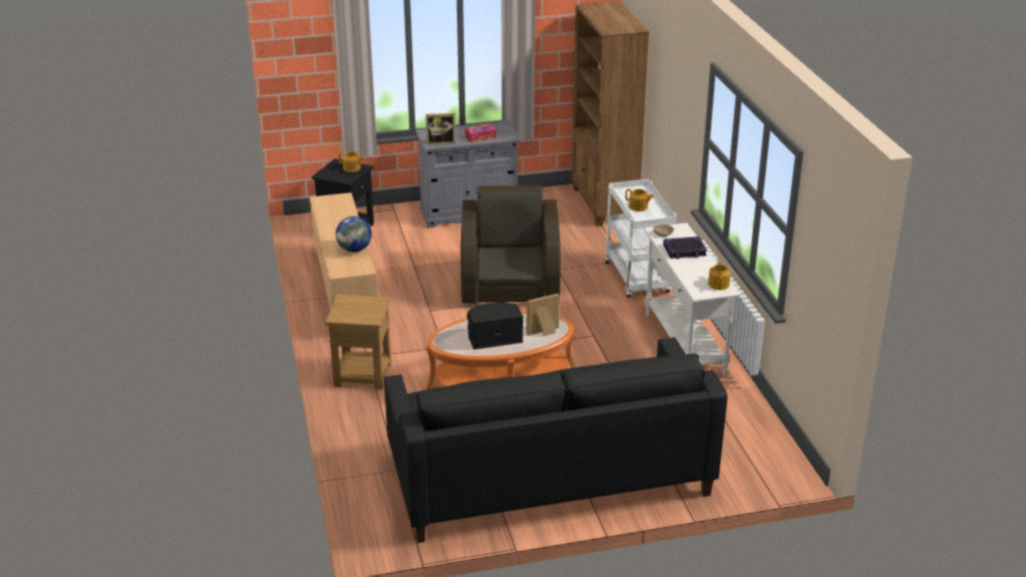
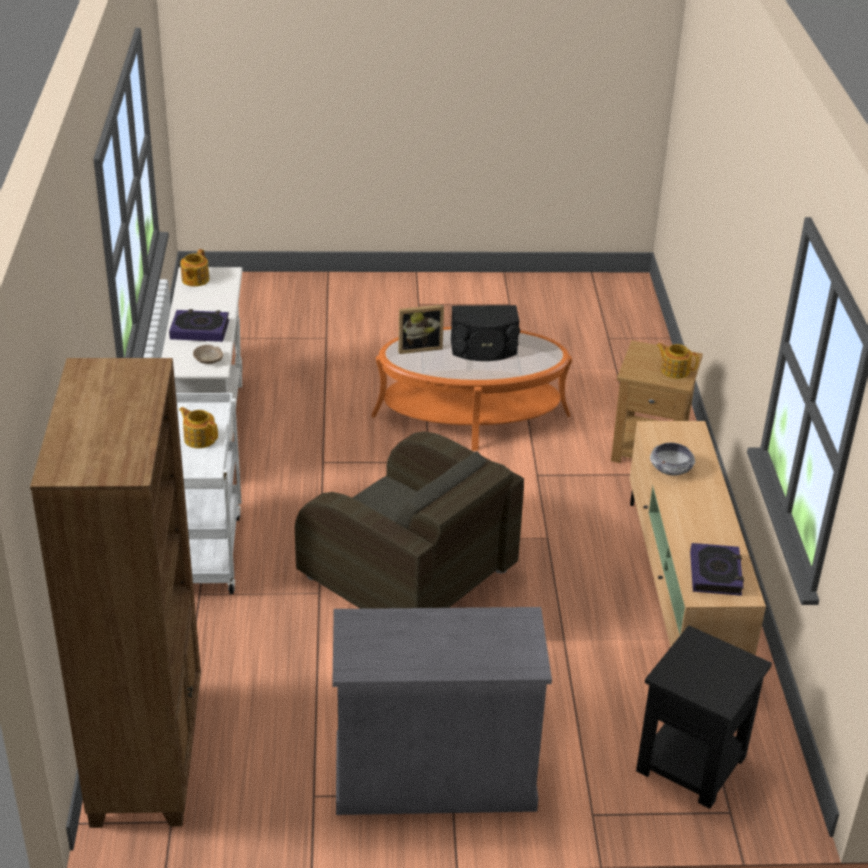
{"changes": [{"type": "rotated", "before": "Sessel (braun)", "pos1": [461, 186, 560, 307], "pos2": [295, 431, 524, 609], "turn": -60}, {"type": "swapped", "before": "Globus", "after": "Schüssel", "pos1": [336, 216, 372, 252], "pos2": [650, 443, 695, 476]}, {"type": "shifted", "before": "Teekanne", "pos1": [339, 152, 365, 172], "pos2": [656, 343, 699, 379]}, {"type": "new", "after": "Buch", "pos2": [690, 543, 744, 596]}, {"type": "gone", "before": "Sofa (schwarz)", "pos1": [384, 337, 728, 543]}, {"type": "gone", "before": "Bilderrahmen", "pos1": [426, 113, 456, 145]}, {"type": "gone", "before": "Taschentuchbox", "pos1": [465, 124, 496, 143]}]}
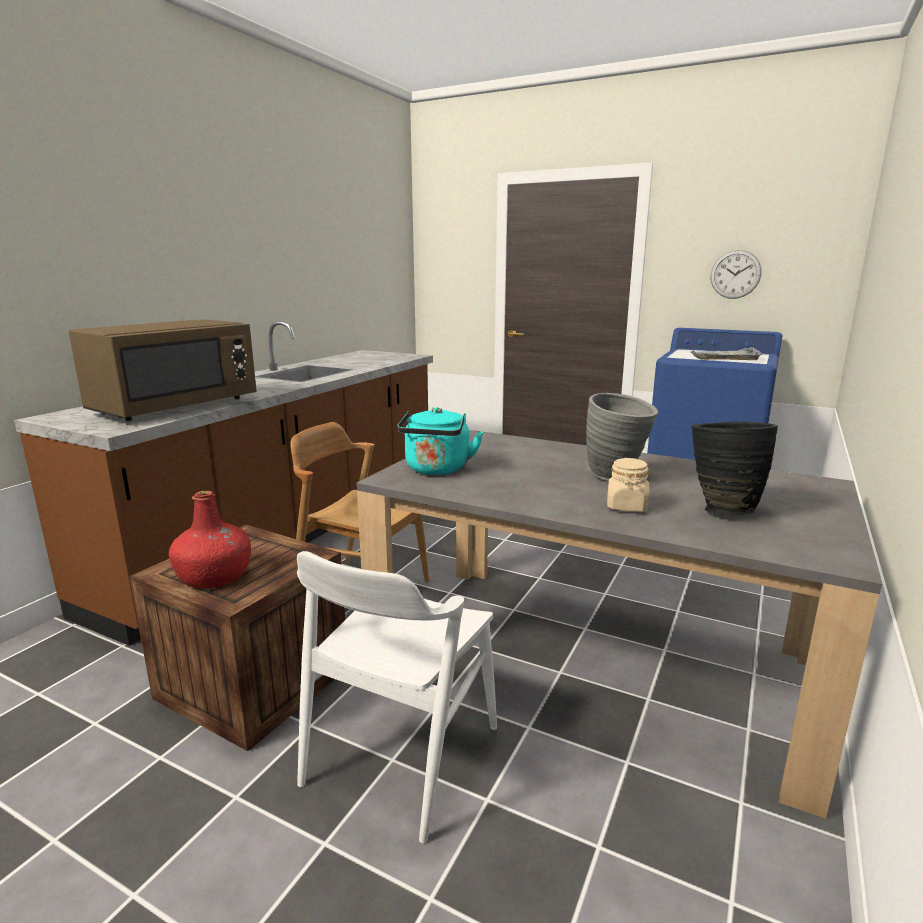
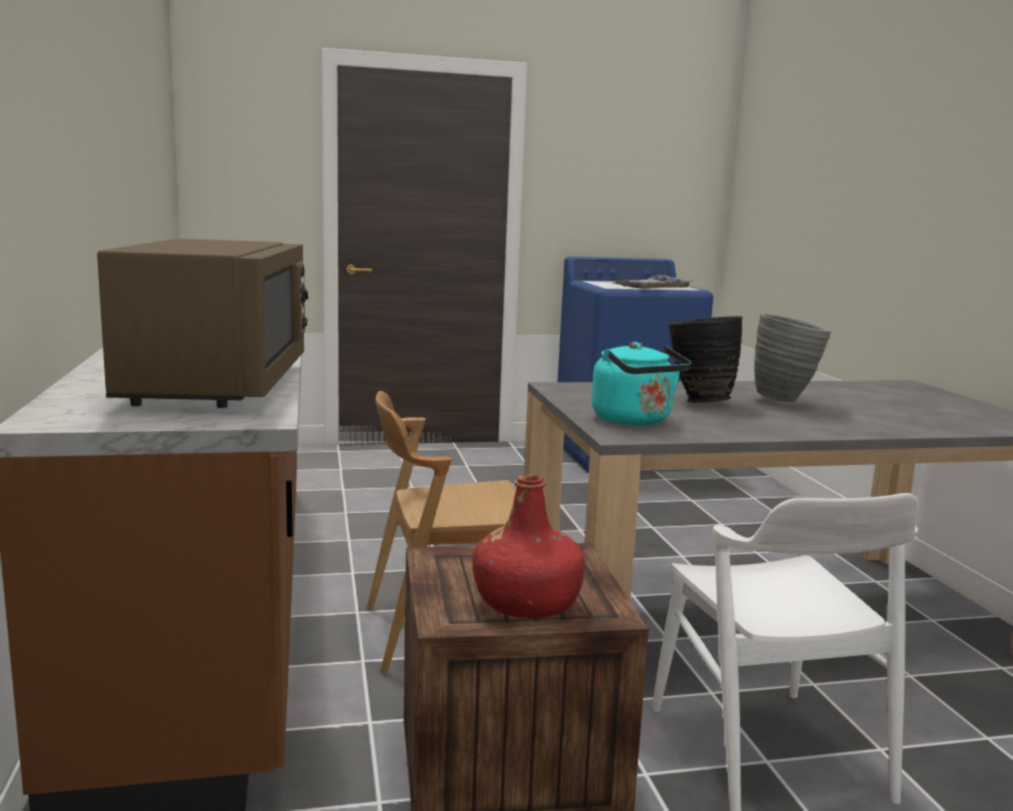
{"changes": [{"type": "shifted", "before": "Vase (schwarz)", "pos1": [692, 421, 778, 515], "pos2": [668, 316, 742, 403]}, {"type": "gone", "before": "Vorratsglas (beige)", "pos1": [607, 458, 649, 512]}, {"type": "gone", "before": "Wanduhr", "pos1": [710, 250, 762, 299]}]}
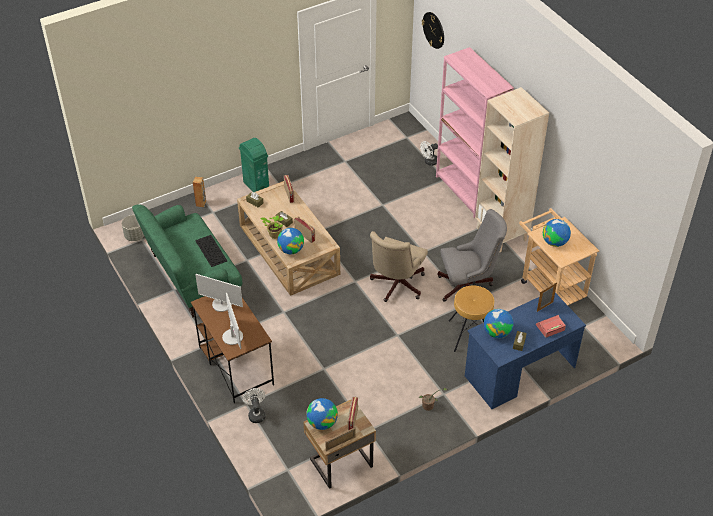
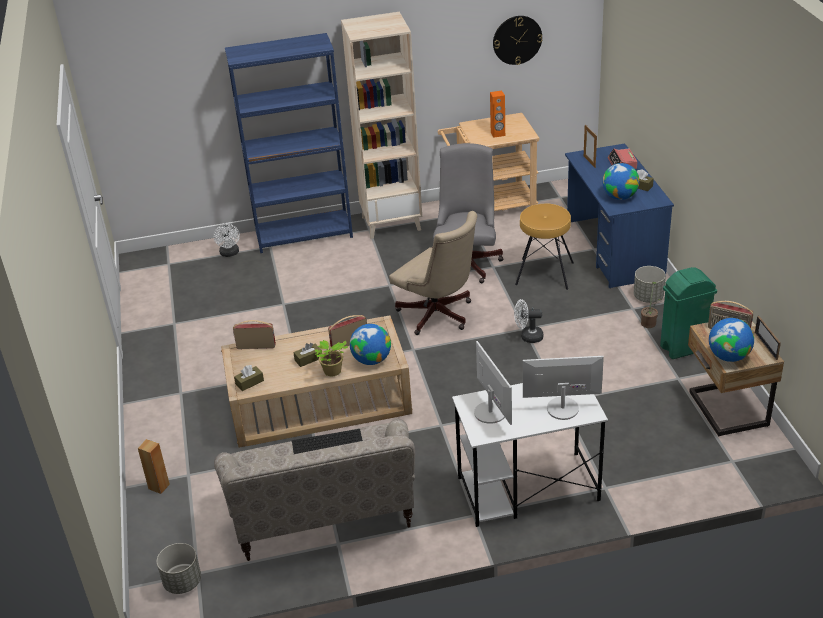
{"changes": [{"type": "repainted", "before": "Sofa (grün)", "after": "Sofa (beige)", "pos1": [132, 205, 243, 317], "pos2": [214, 419, 415, 561]}, {"type": "repainted", "before": "Bücherregal (rosa)", "after": "Bücherregal (blau)", "pos1": [436, 47, 514, 218], "pos2": [225, 33, 353, 253]}, {"type": "repainted", "before": "Schreibtisch (braun)", "after": "Schreibtisch (weiß)", "pos1": [191, 296, 274, 403], "pos2": [452, 383, 608, 527]}, {"type": "rotated", "before": "Monitor", "pos1": [195, 274, 243, 312], "pos2": [474, 341, 512, 425], "turn": -60}, {"type": "swapped", "before": "Globus", "after": "Lautsprecher (orange)", "pos1": [543, 219, 571, 247], "pos2": [490, 91, 505, 138]}, {"type": "shifted", "before": "Wanduhr", "pos1": [422, 12, 444, 49], "pos2": [493, 16, 542, 65]}, {"type": "shifted", "before": "Ventilator (weiß)", "pos1": [243, 388, 266, 423], "pos2": [514, 299, 543, 343]}, {"type": "new", "after": "Pflanzkübel (grau)", "pos2": [634, 266, 666, 303]}, {"type": "shifted", "before": "Mülleimer (grün)", "pos1": [239, 138, 269, 192], "pos2": [660, 267, 717, 359]}]}
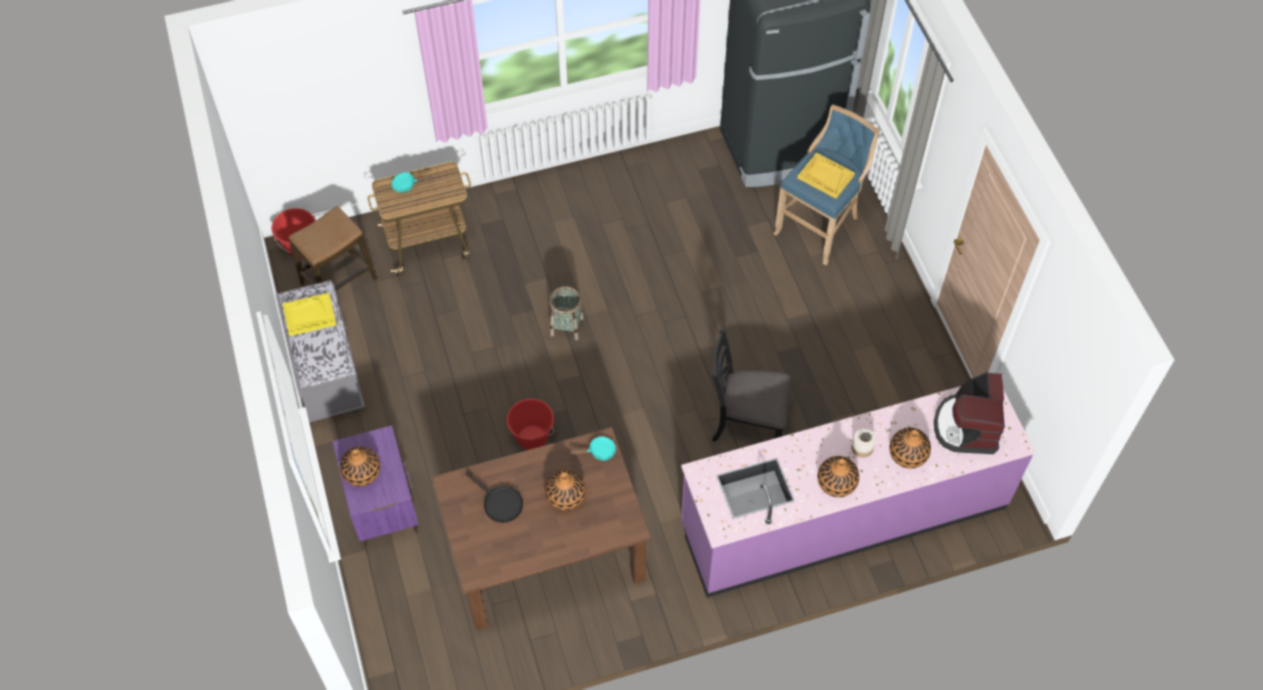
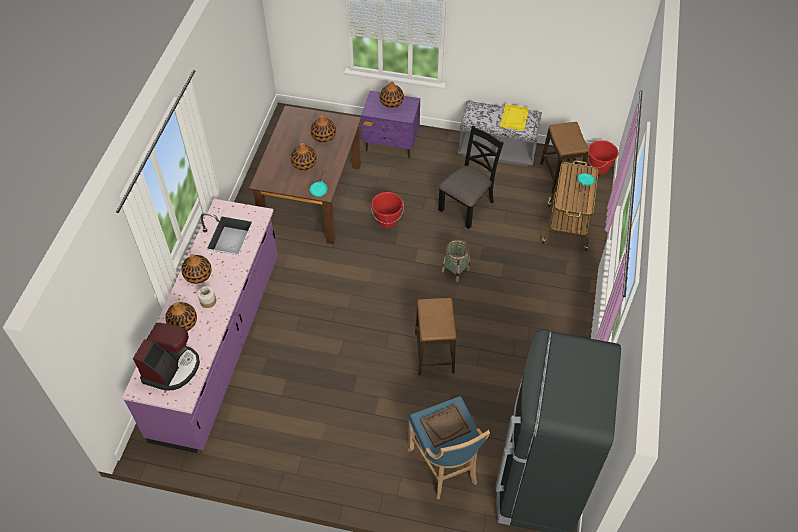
{"changes": [{"type": "rotated", "before": "Kaffeemaschine", "pos1": [934, 372, 1005, 454], "pos2": [133, 323, 200, 391], "turn": 75}, {"type": "swapped", "before": "Pfanne (schwarz)", "after": "Vase", "pos1": [466, 471, 523, 523], "pos2": [311, 115, 336, 143]}, {"type": "new", "after": "Hocker", "pos2": [415, 298, 456, 375]}, {"type": "repainted", "before": "Tablett (gelb)", "after": "Tablett (braun)", "pos1": [797, 153, 855, 199], "pos2": [420, 404, 471, 448]}, {"type": "shifted", "before": "Stuhl (schwarz)", "pos1": [712, 329, 792, 442], "pos2": [438, 126, 504, 229]}]}
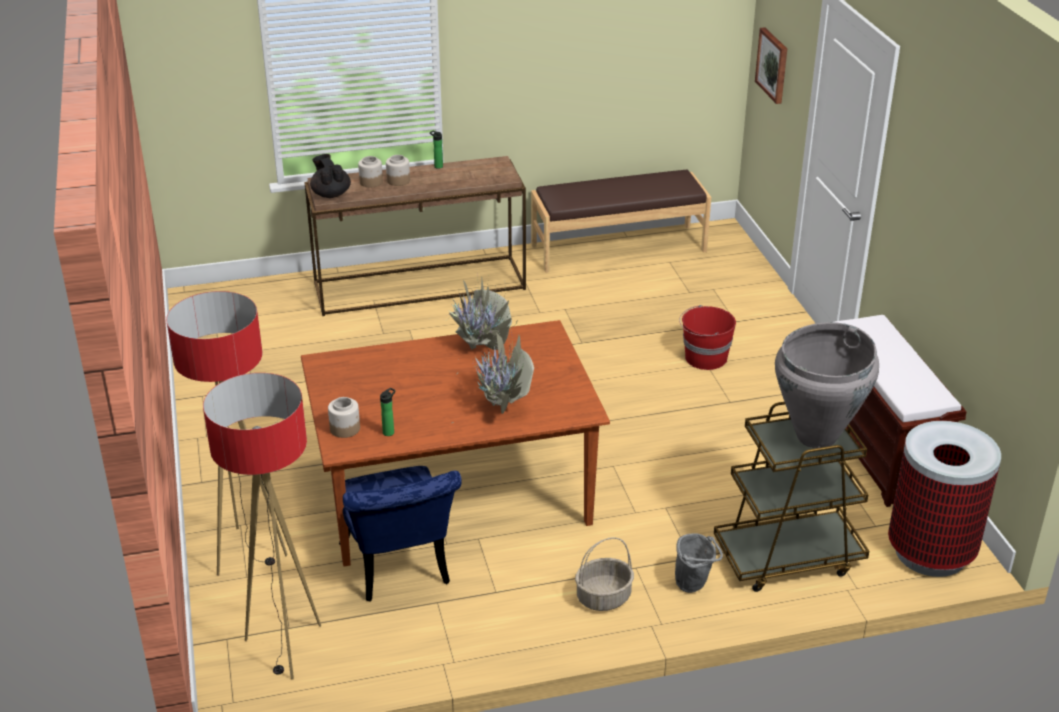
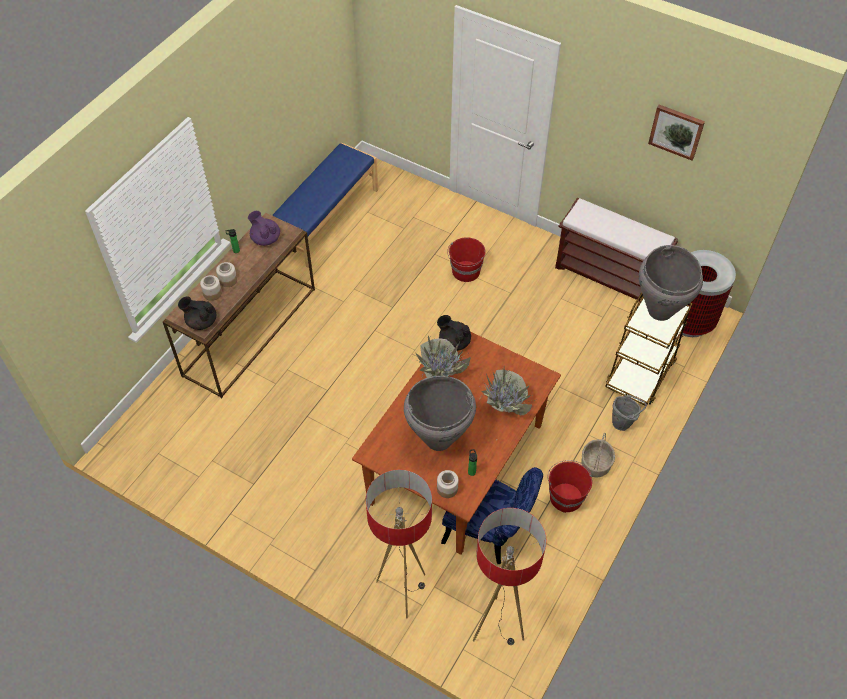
{"changes": [{"type": "new", "after": "Teekanne (lila)", "pos2": [248, 211, 280, 246]}, {"type": "repainted", "before": "Bank (braun)", "after": "Bank (blau)", "pos1": [531, 170, 711, 273], "pos2": [272, 143, 378, 268]}, {"type": "new", "after": "Vase (grau)", "pos2": [404, 376, 476, 451]}, {"type": "new", "after": "Teekanne (schwarz)", "pos2": [437, 315, 471, 351]}, {"type": "new", "after": "Eimer (rot)", "pos2": [548, 460, 592, 513]}, {"type": "shifted", "before": "Bild", "pos1": [755, 27, 787, 104], "pos2": [648, 105, 705, 161]}]}
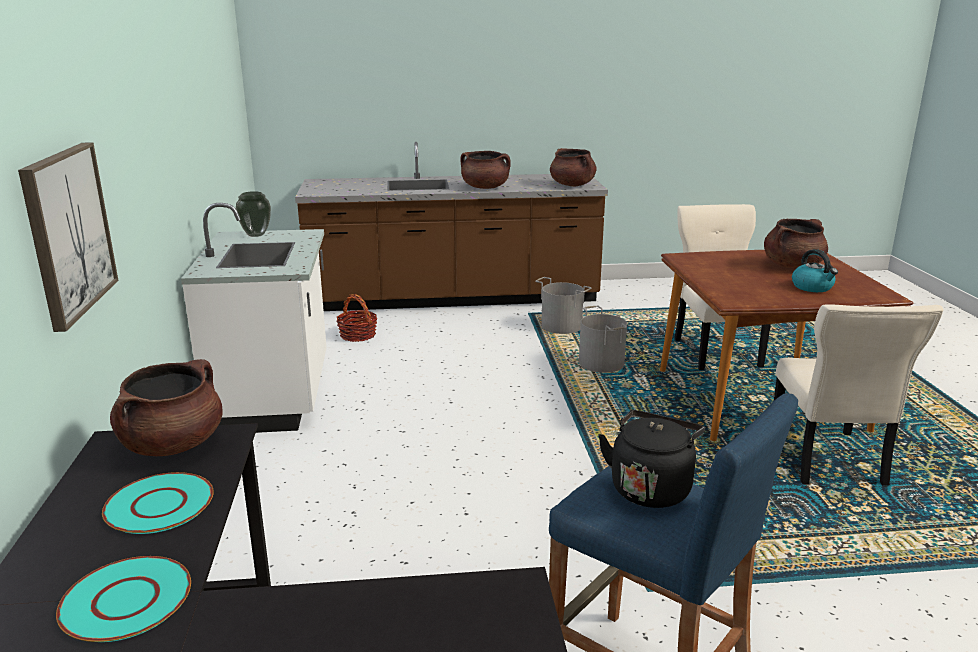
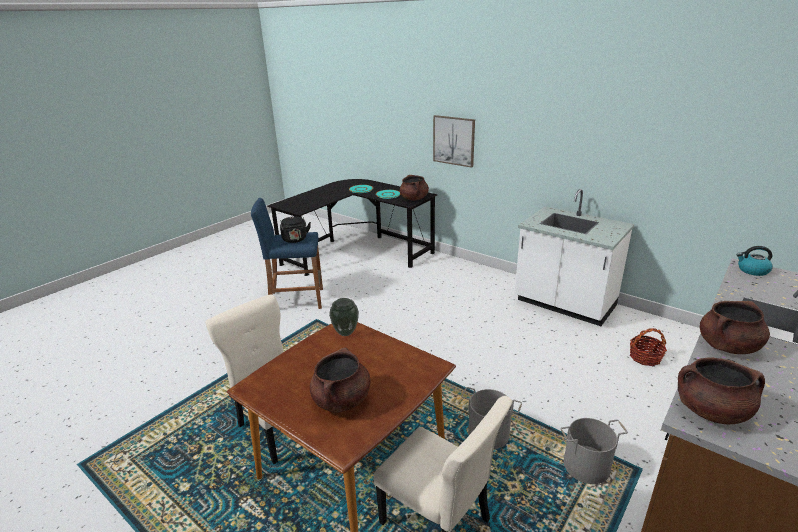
{"changes": [{"type": "shifted", "before": "Vase", "pos1": [236, 191, 271, 237], "pos2": [329, 298, 359, 336]}, {"type": "shifted", "before": "Wasserkessel", "pos1": [792, 249, 838, 292], "pos2": [737, 246, 773, 276]}]}
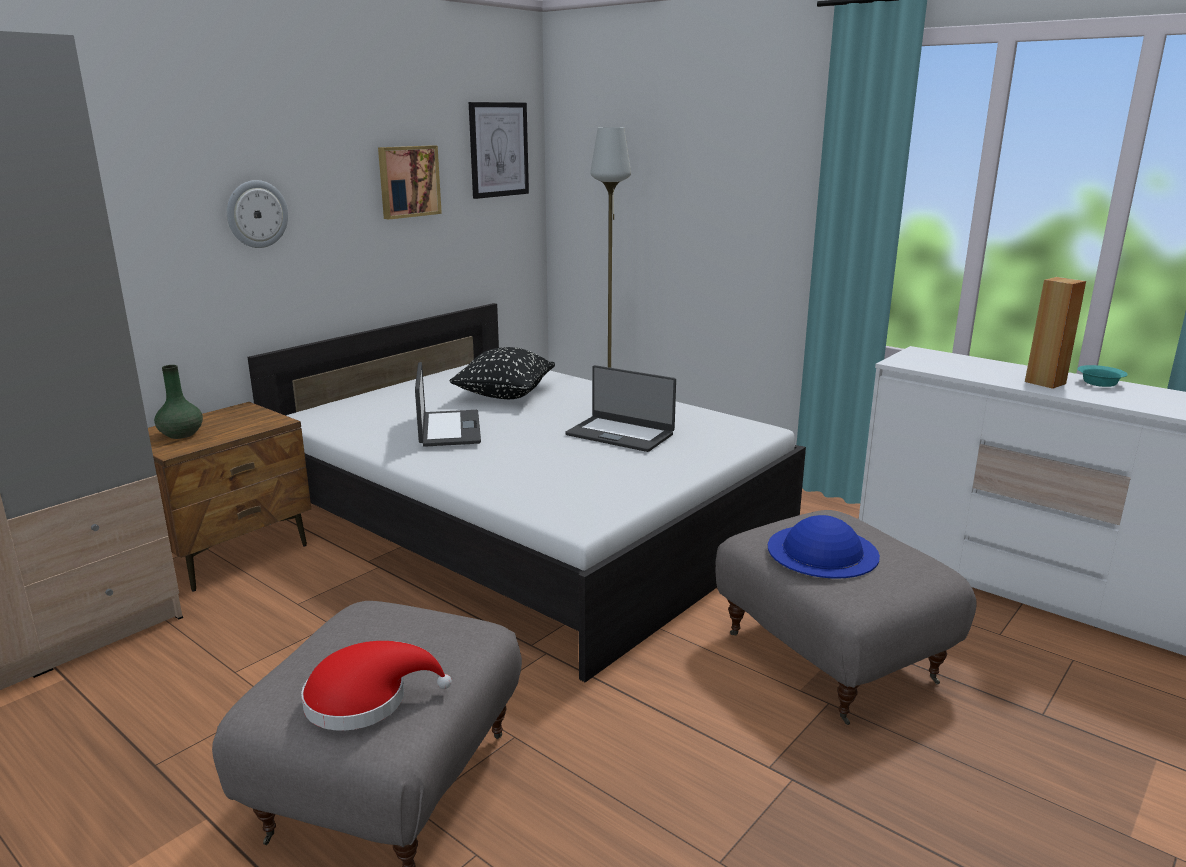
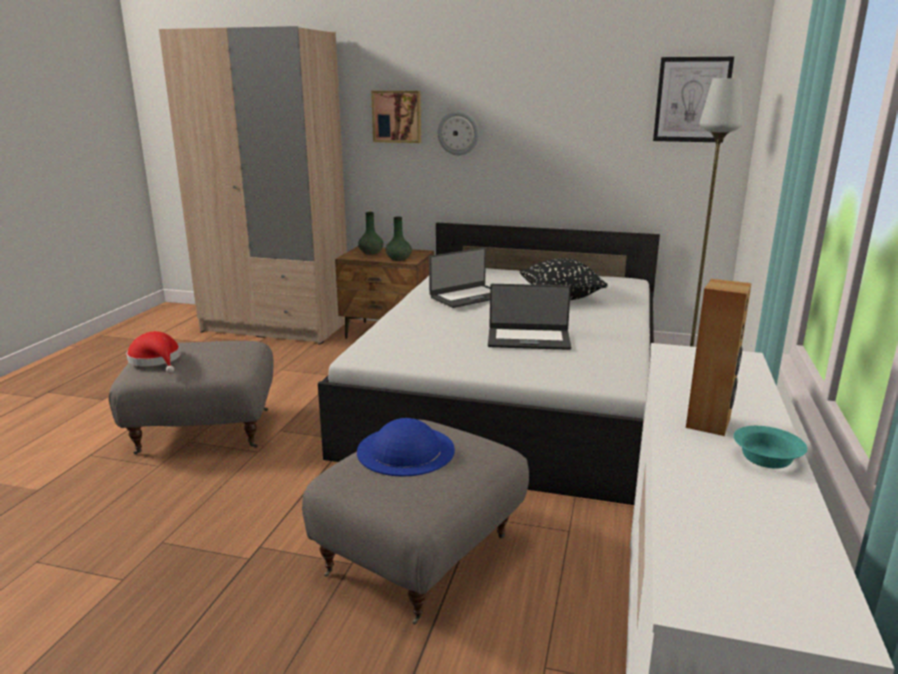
{"changes": [{"type": "shifted", "before": "Bild", "pos1": [378, 145, 442, 220], "pos2": [371, 91, 421, 143]}, {"type": "new", "after": "Vase (grün)", "pos2": [386, 217, 412, 261]}, {"type": "rotated", "before": "Laptop", "pos1": [565, 365, 676, 452], "pos2": [488, 284, 571, 350], "turn": -90}]}
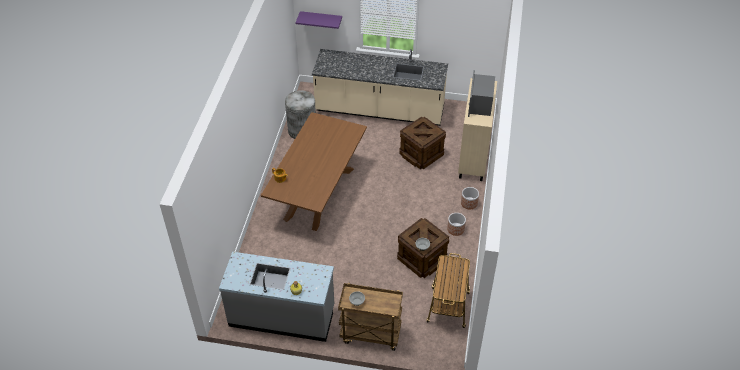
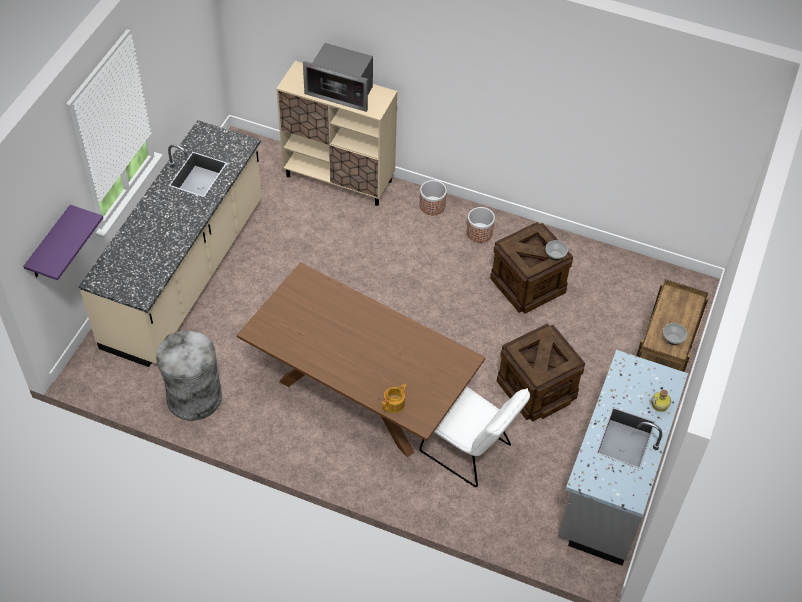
{"changes": [{"type": "new", "after": "Stuhl (weiß)", "pos2": [419, 386, 530, 487]}, {"type": "shifted", "before": "Kiste", "pos1": [399, 117, 446, 169], "pos2": [497, 323, 585, 422]}, {"type": "gone", "before": "Rollwagen", "pos1": [426, 253, 470, 328]}]}
